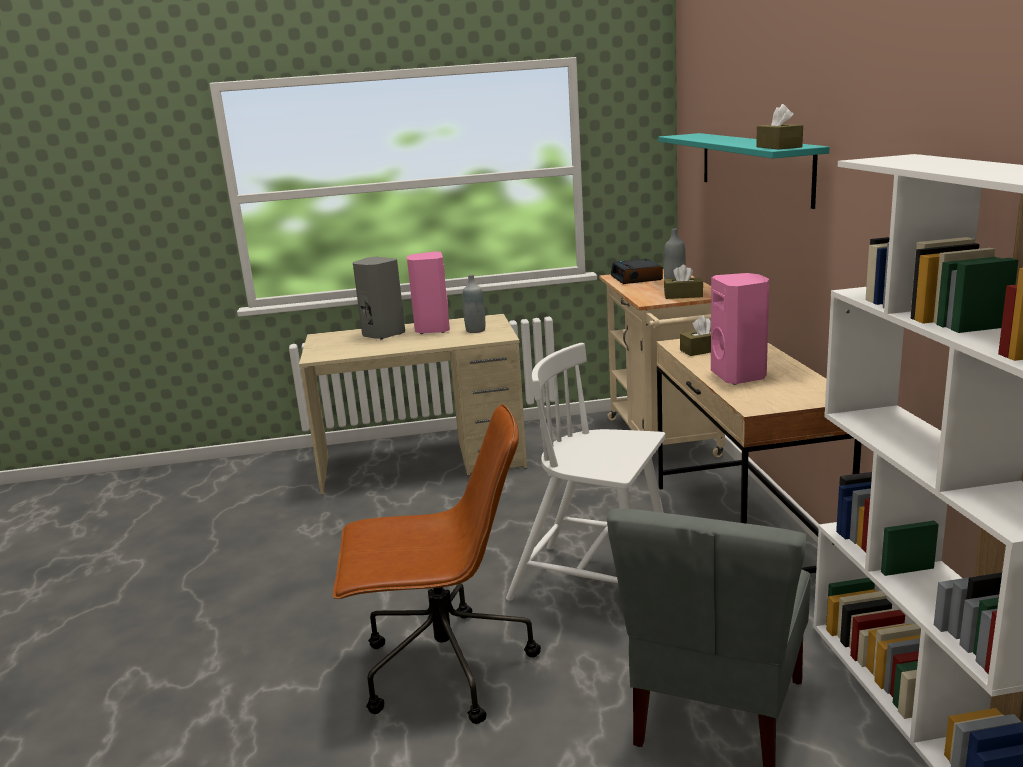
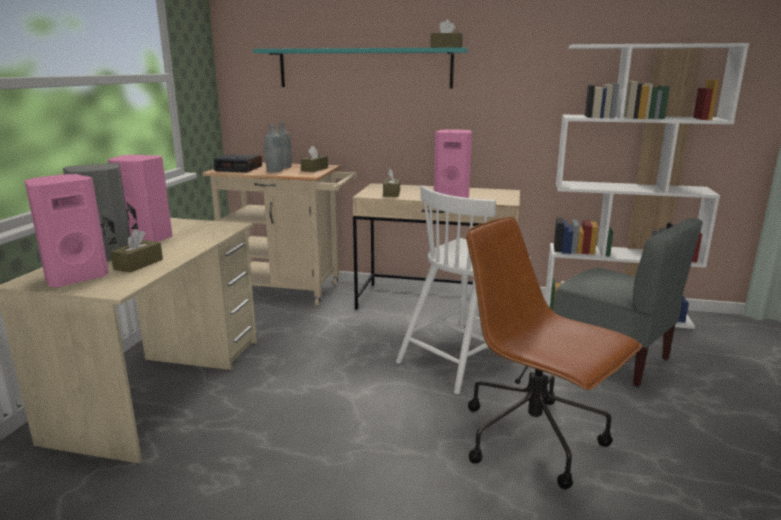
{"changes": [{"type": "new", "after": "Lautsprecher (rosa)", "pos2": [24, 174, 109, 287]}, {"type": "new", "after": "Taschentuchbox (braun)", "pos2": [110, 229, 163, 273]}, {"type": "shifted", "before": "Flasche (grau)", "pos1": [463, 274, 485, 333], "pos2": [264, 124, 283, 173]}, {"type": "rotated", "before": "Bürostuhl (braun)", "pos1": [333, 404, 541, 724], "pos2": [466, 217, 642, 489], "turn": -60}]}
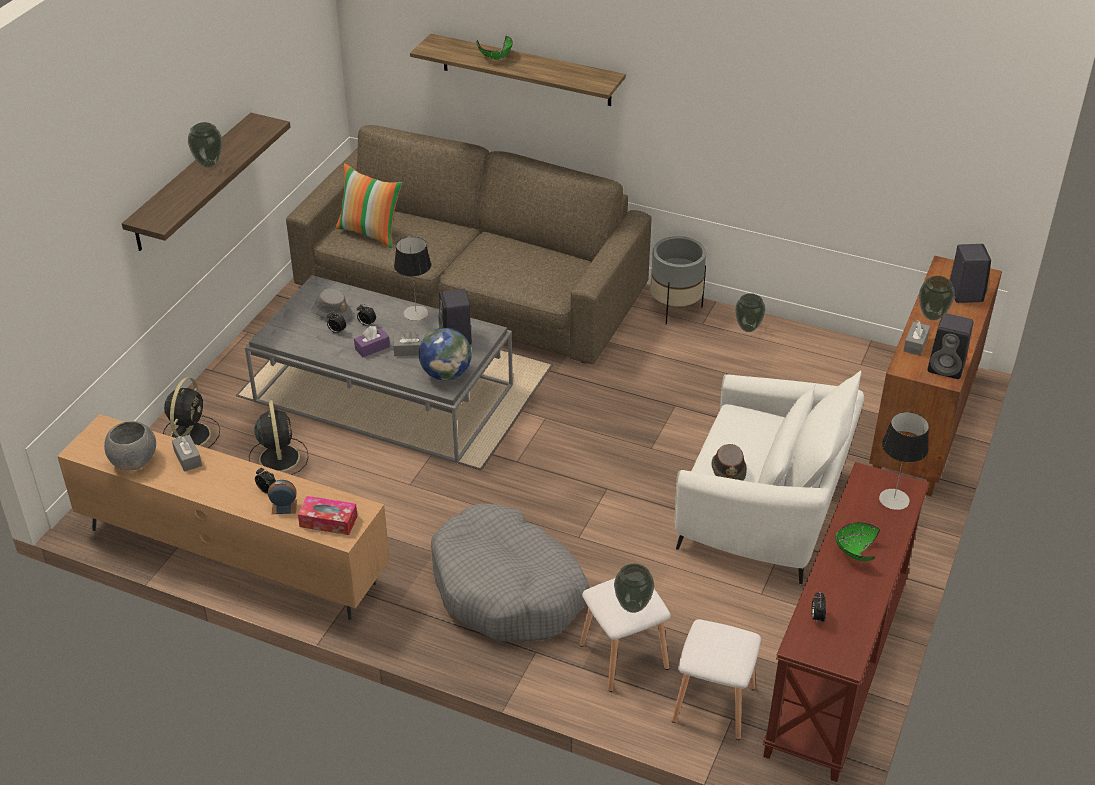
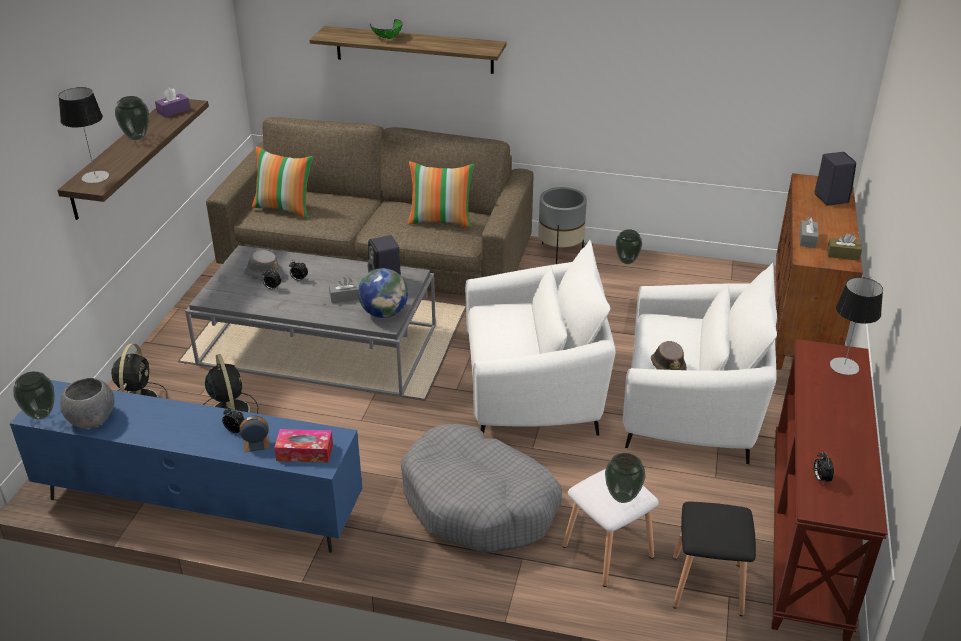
{"changes": [{"type": "repainted", "before": "Fernsehschrank (braun)", "after": "Fernsehschrank (blau)", "pos1": [57, 414, 390, 620], "pos2": [10, 380, 362, 552]}, {"type": "shifted", "before": "Vase", "pos1": [919, 276, 955, 320], "pos2": [13, 372, 55, 420]}, {"type": "shifted", "before": "Tischlampe", "pos1": [394, 237, 431, 321], "pos2": [59, 87, 109, 183]}, {"type": "shifted", "before": "Taschentuchbox (lila)", "pos1": [354, 326, 390, 357], "pos2": [155, 87, 190, 118]}, {"type": "new", "after": "Kissen", "pos2": [408, 161, 474, 228]}, {"type": "new", "after": "Sessel (weiß)", "pos2": [465, 240, 616, 436]}, {"type": "repainted", "before": "Hocker (weiß)", "after": "Hocker (schwarz)", "pos1": [672, 619, 761, 740], "pos2": [673, 501, 756, 616]}, {"type": "swapped", "before": "Lautsprecher (schwarz)", "after": "Taschentuchbox (braun)", "pos1": [928, 313, 974, 379], "pos2": [827, 233, 862, 261]}, {"type": "gone", "before": "Taschentuchbox (grau)", "pos1": [172, 435, 202, 472]}, {"type": "gone", "before": "Schüssel (grün)", "pos1": [835, 523, 880, 561]}]}
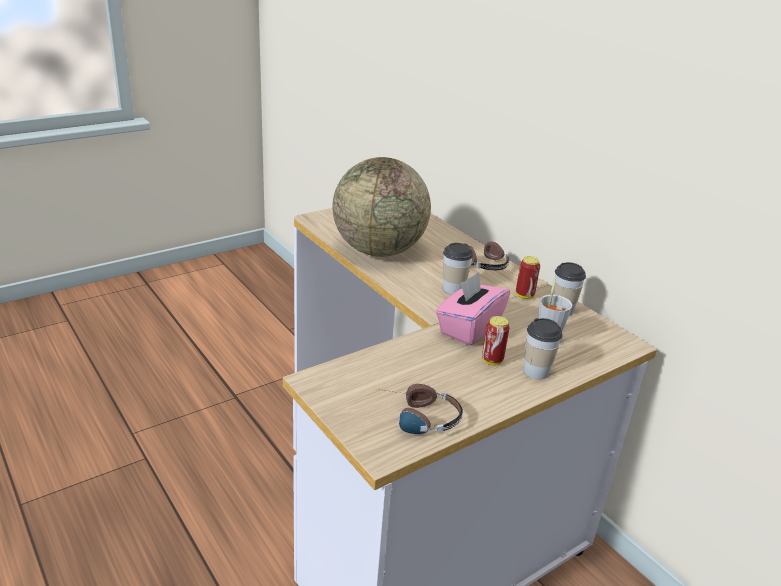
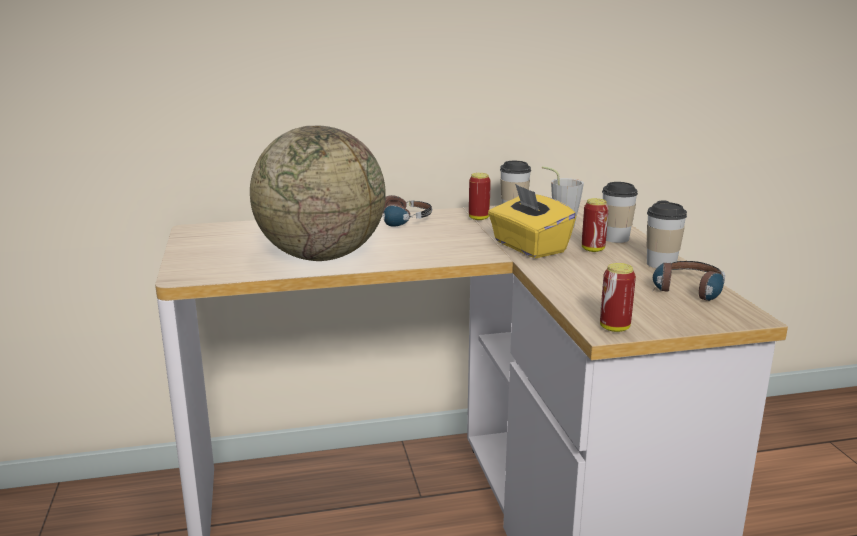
{"changes": [{"type": "repainted", "before": "Taschentuchbox (rosa)", "after": "Taschentuchbox (gelb)", "pos1": [436, 272, 510, 346], "pos2": [488, 184, 576, 258]}, {"type": "new", "after": "Dose", "pos2": [600, 263, 636, 332]}, {"type": "shifted", "before": "Tasse", "pos1": [443, 243, 473, 295], "pos2": [647, 200, 687, 268]}]}
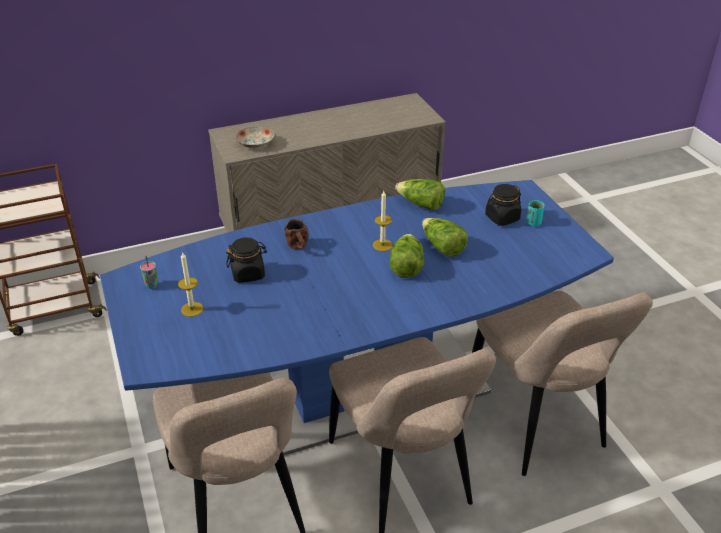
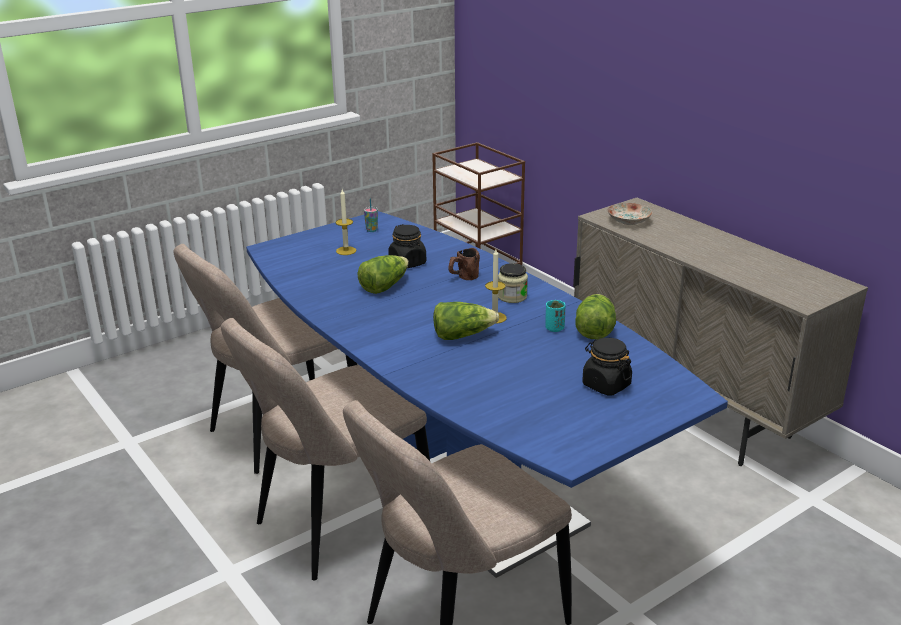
{"changes": [{"type": "shifted", "before": "Salatkopf", "pos1": [422, 218, 468, 257], "pos2": [357, 255, 409, 294]}, {"type": "new", "after": "Vorratsglas", "pos2": [498, 263, 528, 303]}, {"type": "shifted", "before": "Tasse (türkis)", "pos1": [526, 200, 545, 226], "pos2": [546, 300, 566, 332]}]}
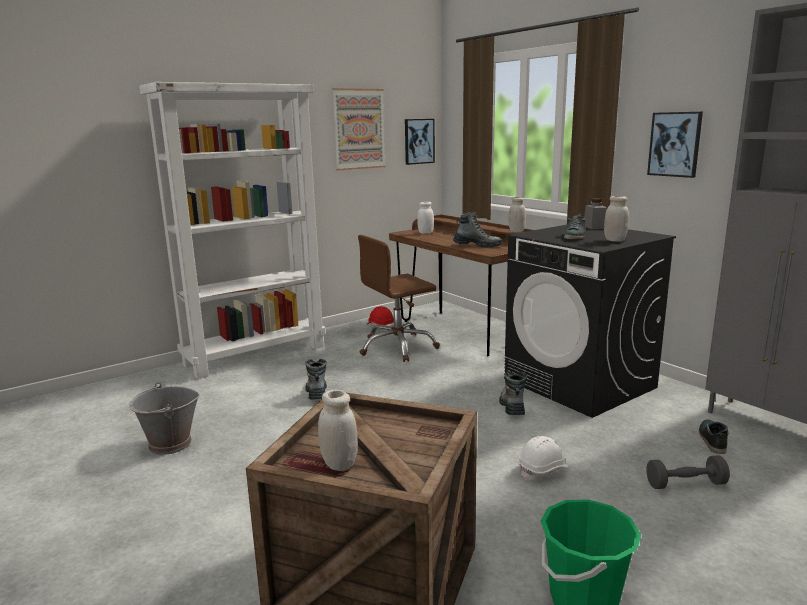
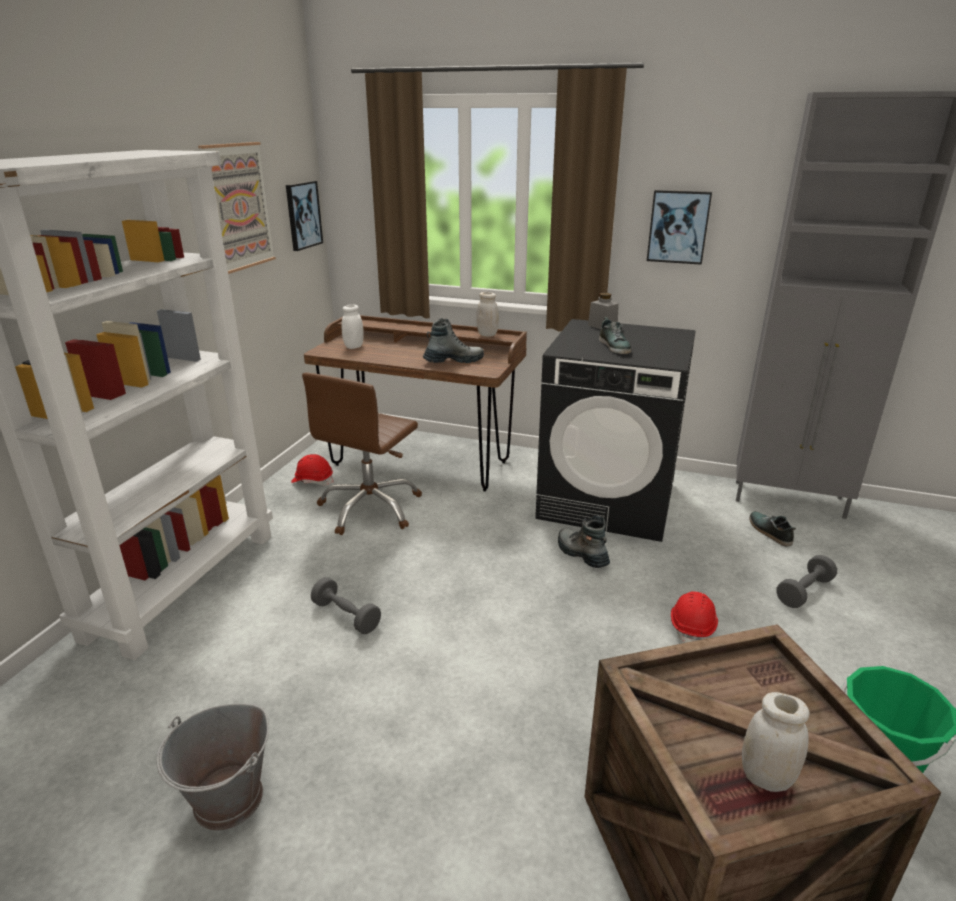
{"changes": [{"type": "swapped", "before": "Stiefel", "after": "Hantel (grau)", "pos1": [305, 359, 327, 400], "pos2": [311, 577, 381, 634]}, {"type": "repainted", "before": "Schutzhelm (weiß)", "after": "Schutzhelm (rot)", "pos1": [518, 436, 568, 481], "pos2": [671, 591, 718, 643]}, {"type": "gone", "before": "Vorratsglas (weiß)", "pos1": [604, 196, 629, 242]}]}
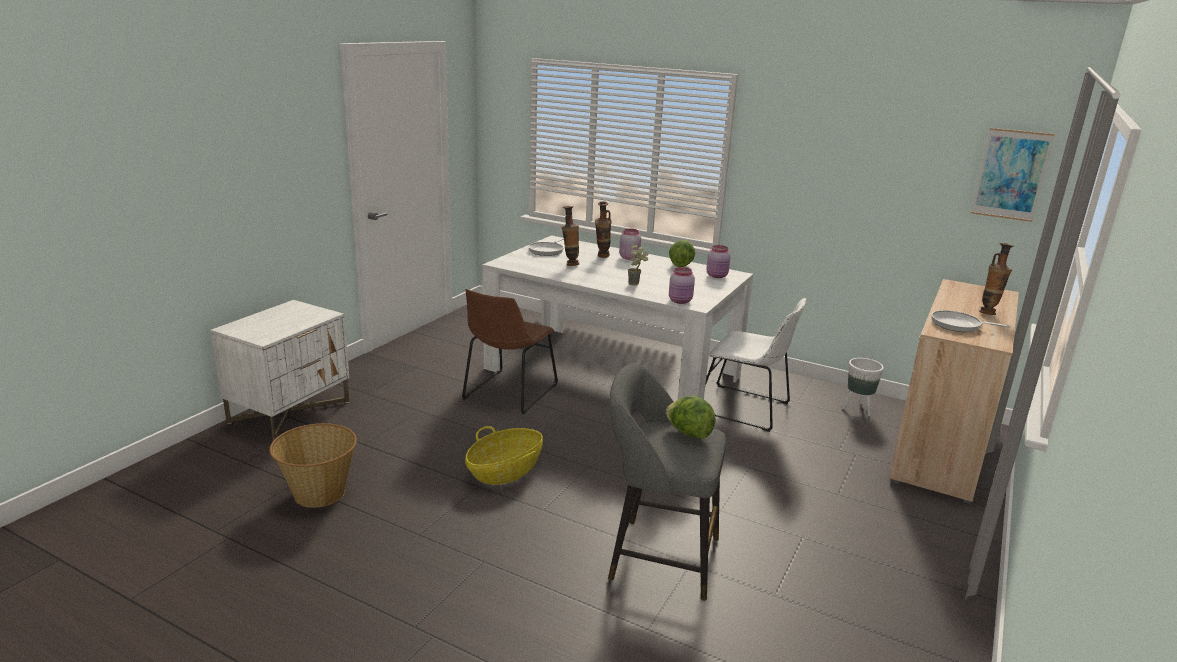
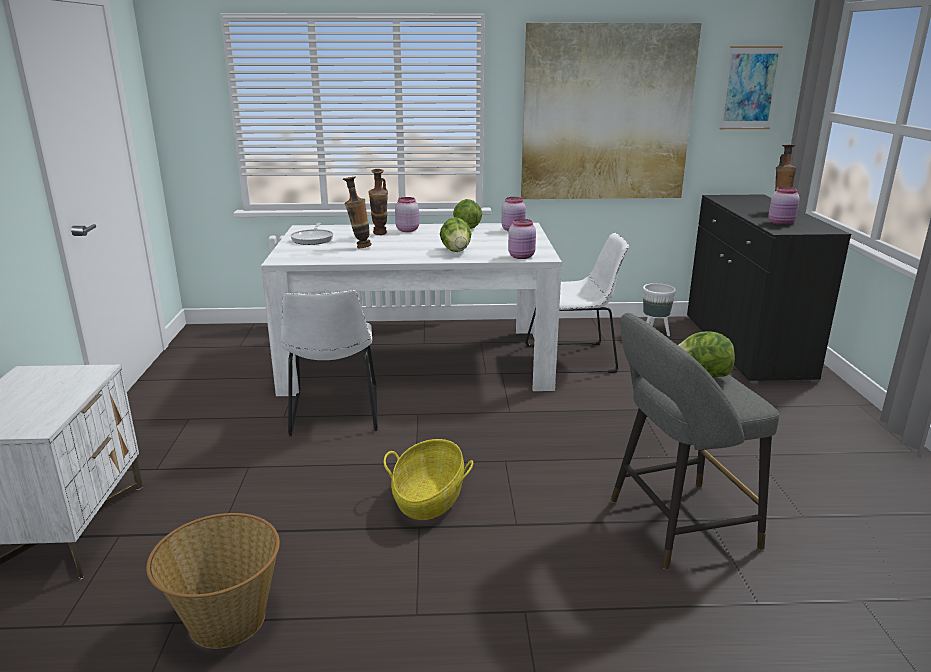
{"changes": [{"type": "repainted", "before": "Stuhl (braun)", "after": "Stuhl (weiß)", "pos1": [462, 289, 558, 414], "pos2": [281, 290, 378, 436]}, {"type": "swapped", "before": "Topfpflanze", "after": "Salatkopf", "pos1": [628, 244, 648, 286], "pos2": [440, 217, 472, 252]}, {"type": "new", "after": "Bild", "pos2": [521, 23, 702, 199]}, {"type": "repainted", "before": "Schrank (beige)", "after": "Schrank (schwarz)", "pos1": [889, 279, 1019, 504], "pos2": [687, 195, 851, 384]}, {"type": "swapped", "before": "Pfanne", "after": "Vorratsglas (rosa)", "pos1": [931, 310, 1011, 332], "pos2": [768, 187, 800, 225]}]}
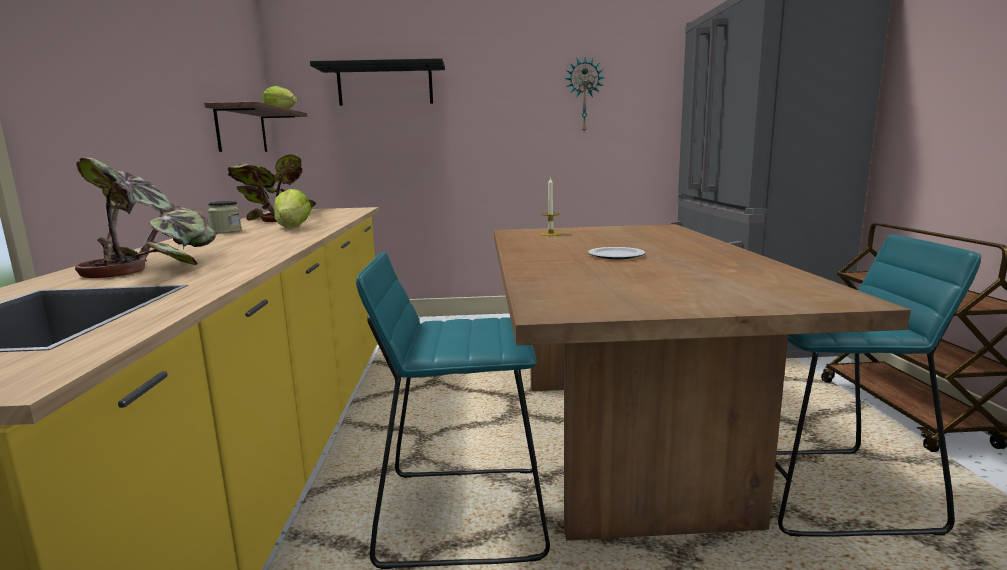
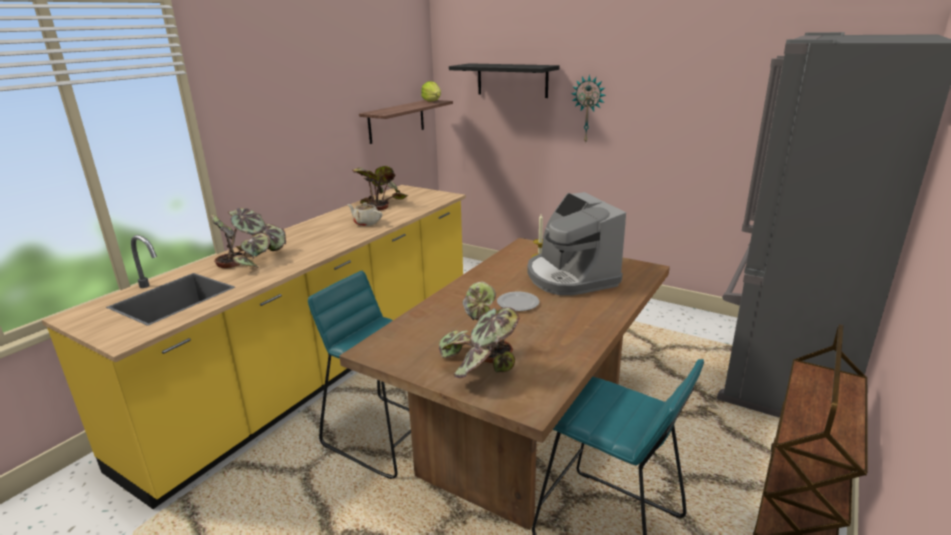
{"changes": [{"type": "swapped", "before": "Salatkopf", "after": "Teekanne (beige)", "pos1": [274, 189, 312, 228], "pos2": [347, 202, 382, 226]}, {"type": "new", "after": "Topfpflanze", "pos2": [439, 282, 520, 378]}, {"type": "new", "after": "Kaffeemaschine", "pos2": [527, 192, 626, 295]}, {"type": "shifted", "before": "Wanduhr", "pos1": [564, 57, 605, 134], "pos2": [571, 75, 606, 144]}, {"type": "gone", "before": "Vorratsglas", "pos1": [208, 201, 242, 234]}]}
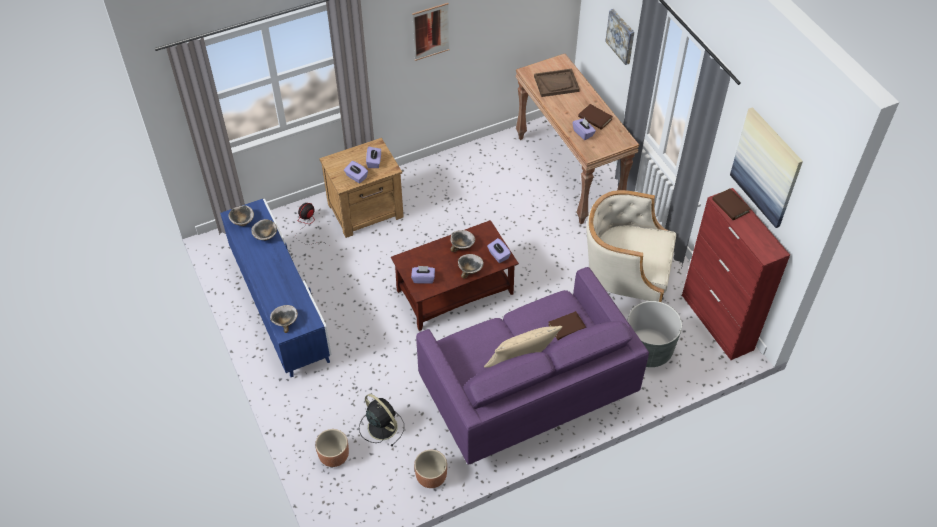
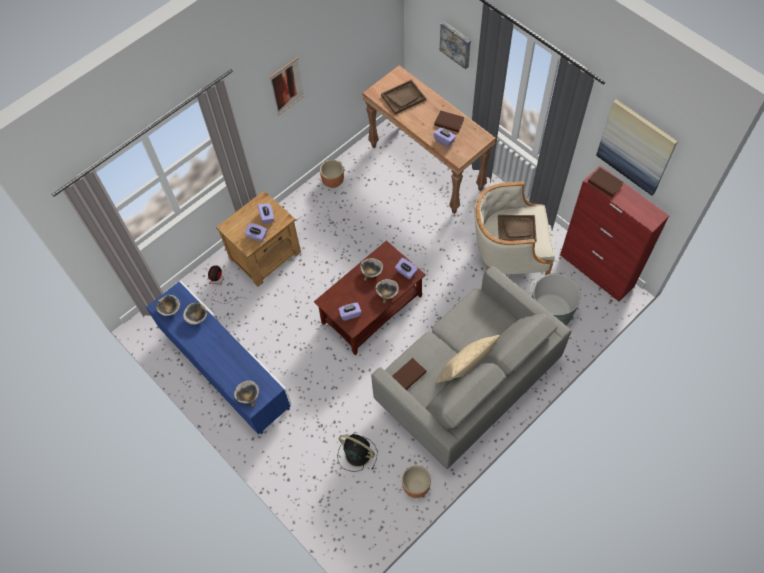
{"changes": [{"type": "shifted", "before": "Pflanzkübel (braun)", "pos1": [315, 429, 349, 467], "pos2": [320, 160, 344, 188]}, {"type": "repainted", "before": "Sofa (lila)", "after": "Sofa (grau)", "pos1": [416, 267, 649, 464], "pos2": [371, 266, 572, 469]}, {"type": "shifted", "before": "Buch (braun)", "pos1": [548, 311, 586, 340], "pos2": [392, 358, 426, 390]}, {"type": "new", "after": "Tablett (braun)", "pos2": [498, 215, 537, 242]}]}
